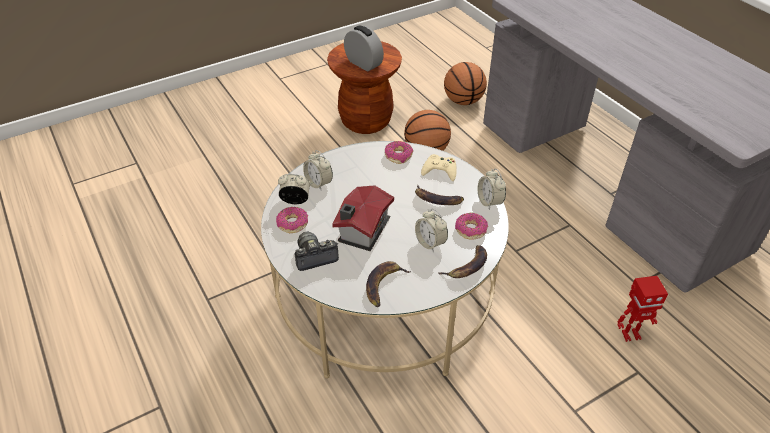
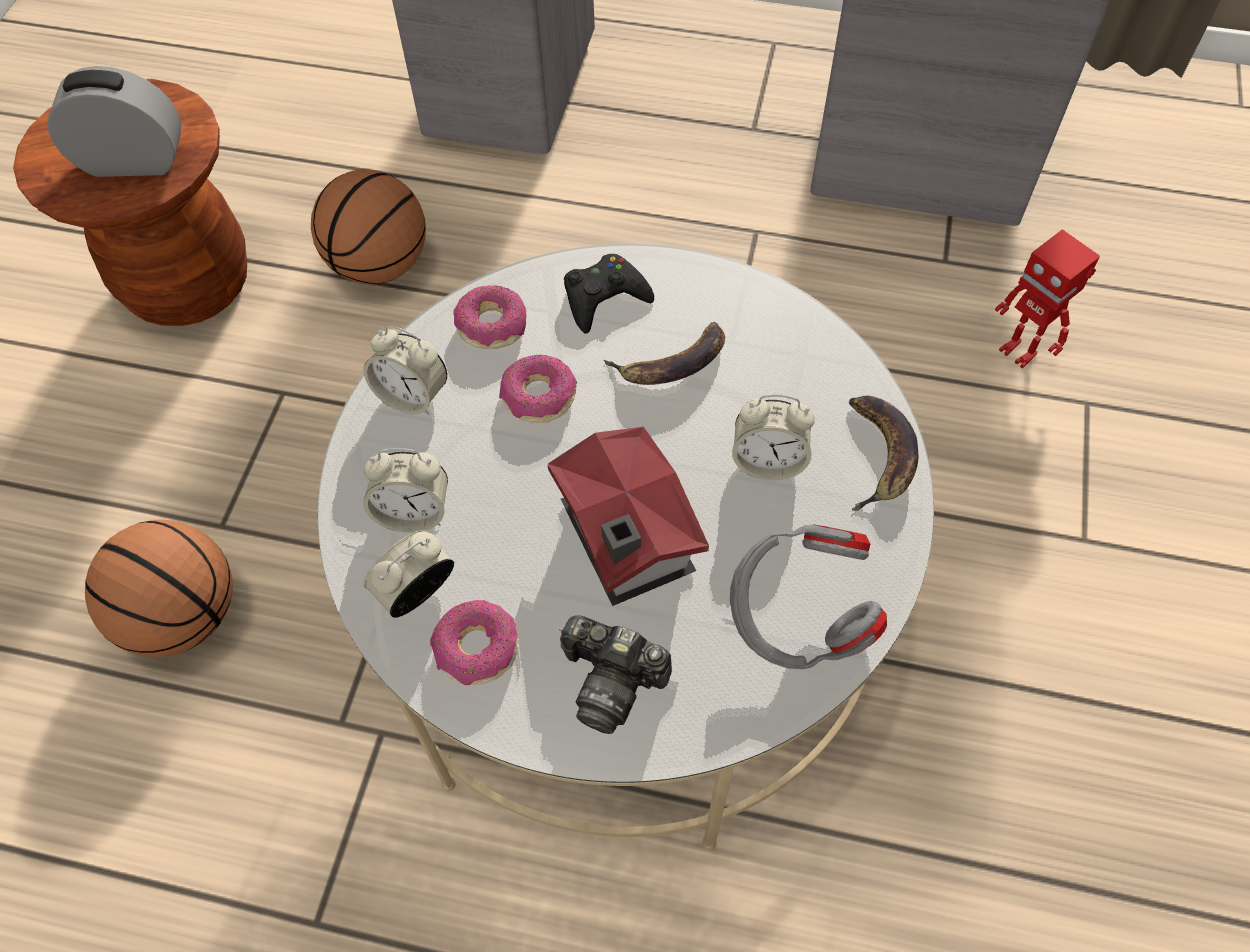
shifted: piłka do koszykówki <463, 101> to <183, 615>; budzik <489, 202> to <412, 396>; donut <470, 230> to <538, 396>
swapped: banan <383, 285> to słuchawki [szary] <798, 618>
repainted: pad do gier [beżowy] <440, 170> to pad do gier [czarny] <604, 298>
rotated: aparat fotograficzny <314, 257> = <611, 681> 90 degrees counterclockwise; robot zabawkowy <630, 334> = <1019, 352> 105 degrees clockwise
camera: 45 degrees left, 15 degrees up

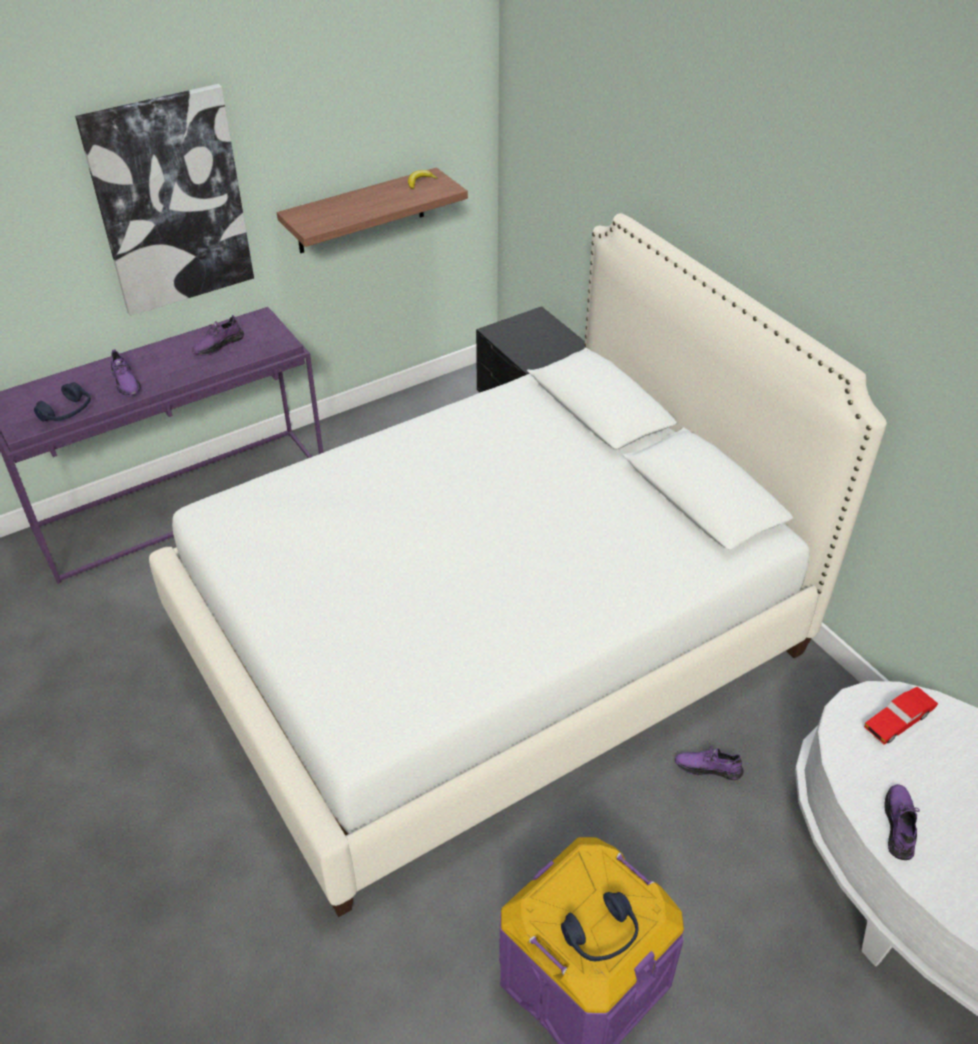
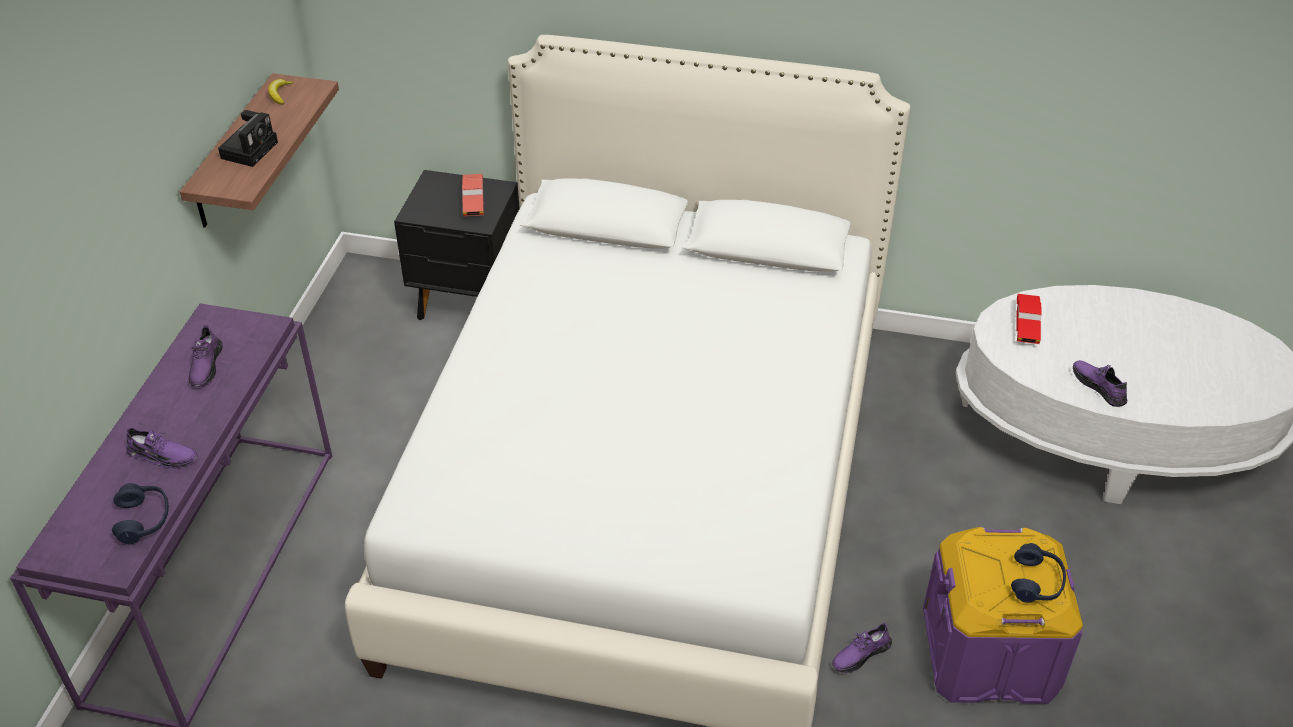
gone: obraz <170, 202>
new: aparat fotograficzny <250, 149>; samochodzik [czerwony] <473, 201>
shifted: but [fioletowy] <708, 767> to <860, 654>
camera: 45 degrees left, 0 degrees up

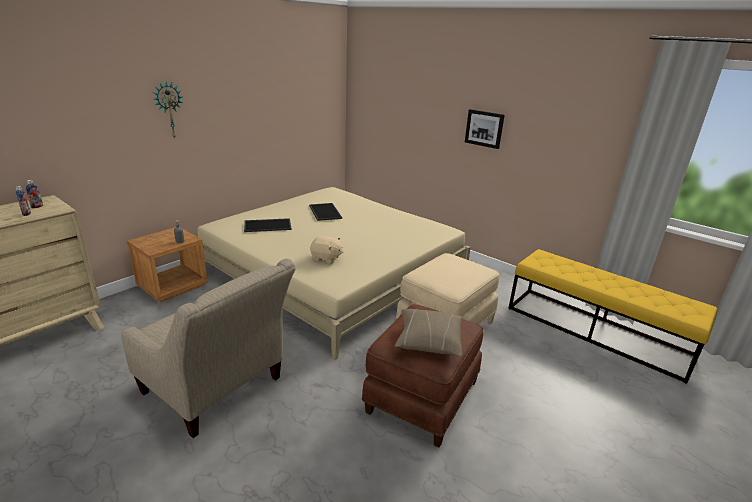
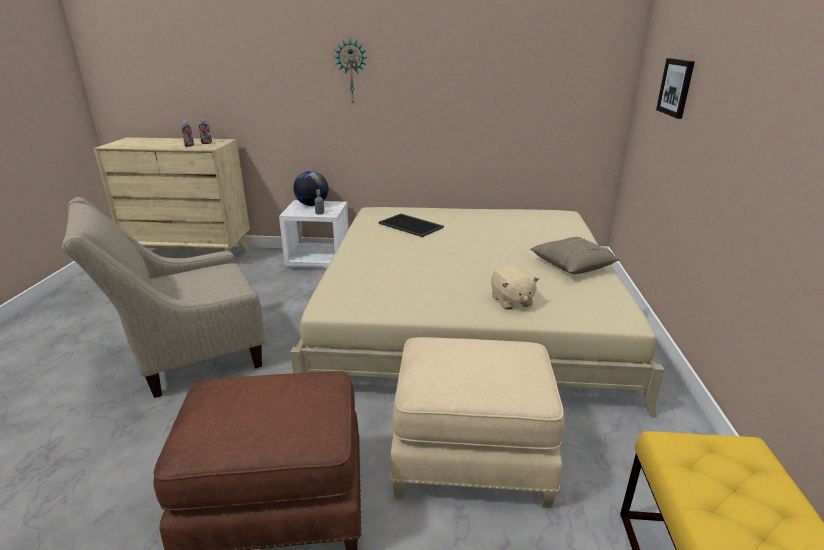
gone: taca <324, 212>
new: globus <312, 205>
shifted: obraz <484, 128> to <676, 87>; pluszak [beżowy] <326, 258> to <511, 301>; poduszka [beżowy] <428, 341> to <572, 265>
repainted: szafka nocna [brązowy] <173, 286> to szafka nocna [biały] <319, 260>
rotated: fotel [beżowy] <218, 390> = <188, 355> 60 degrees clockwise
camera: 55 degrees right, 0 degrees up

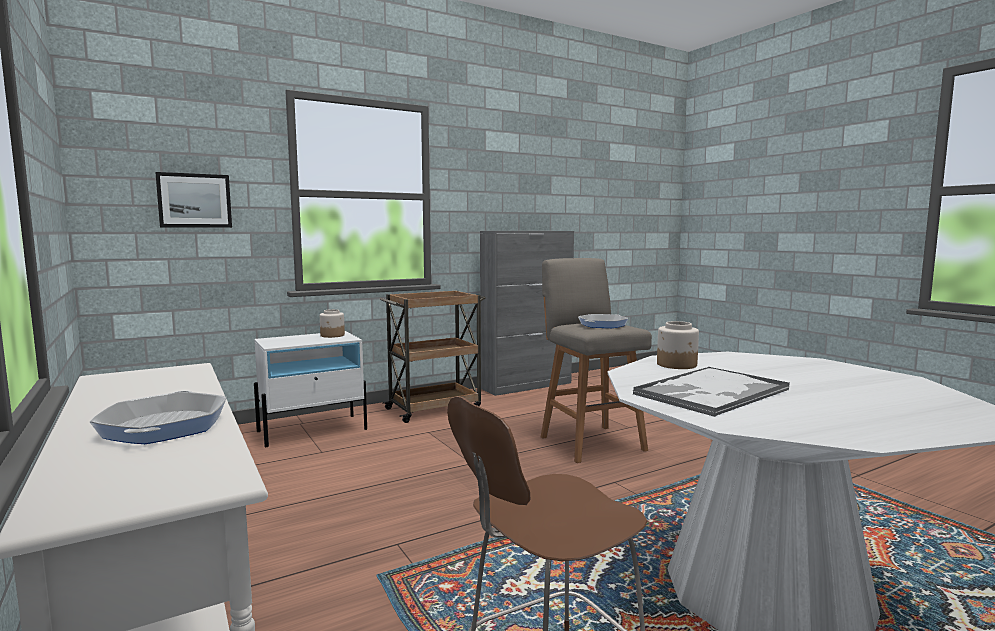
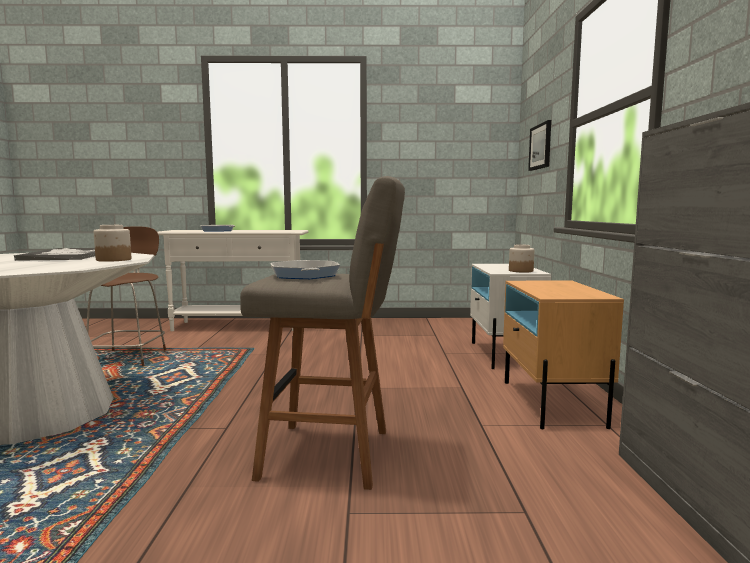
swapped: wózek [brązowy] <435, 409> to szafka nocna [beżowy] <551, 403>
camera: 120 degrees right, 0 degrees up

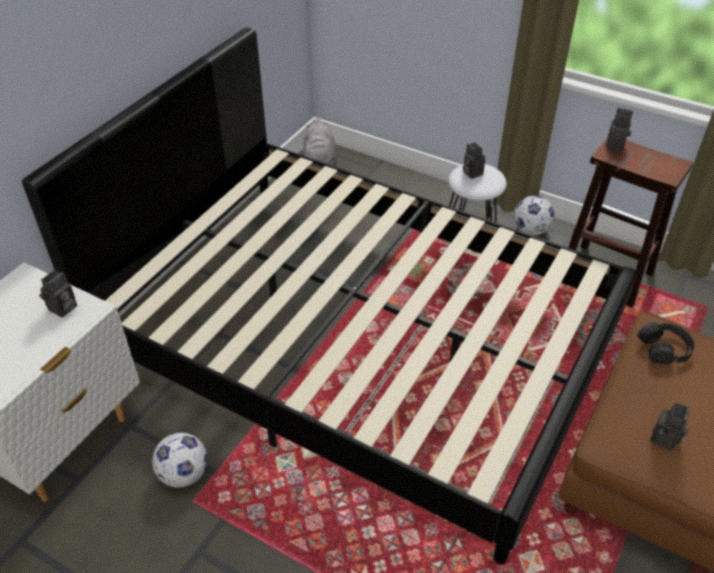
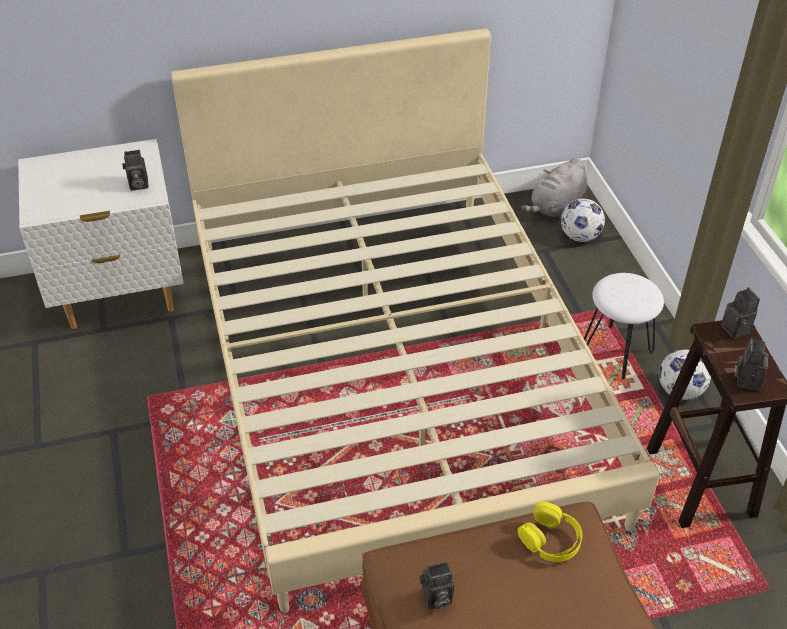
shifted: aparat fotograficzny <471, 172> to <746, 379>; piłka futbolowa <183, 474> to <579, 236>
repainted: łóżko [czarny] <356, 339> to łóżko [beżowy] <394, 372>; słuchawki [czarny] <664, 348> to słuchawki [żółty] <550, 539>
camera: 45 degrees right, 0 degrees up

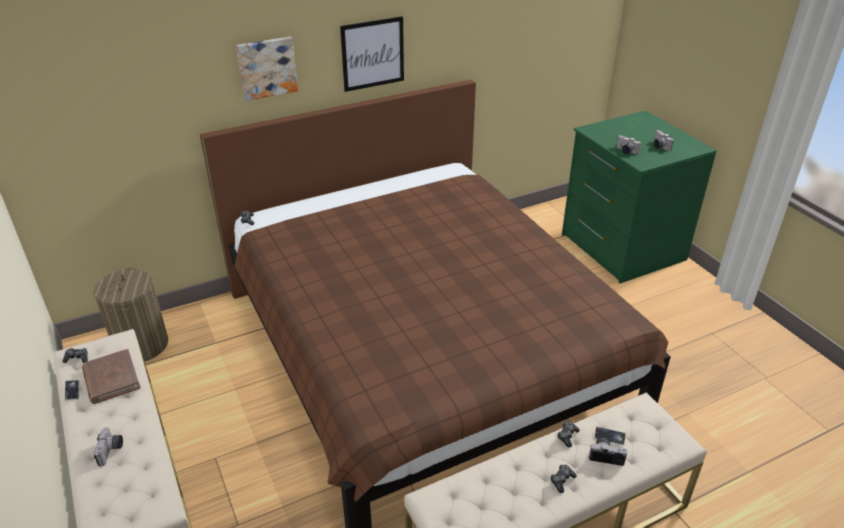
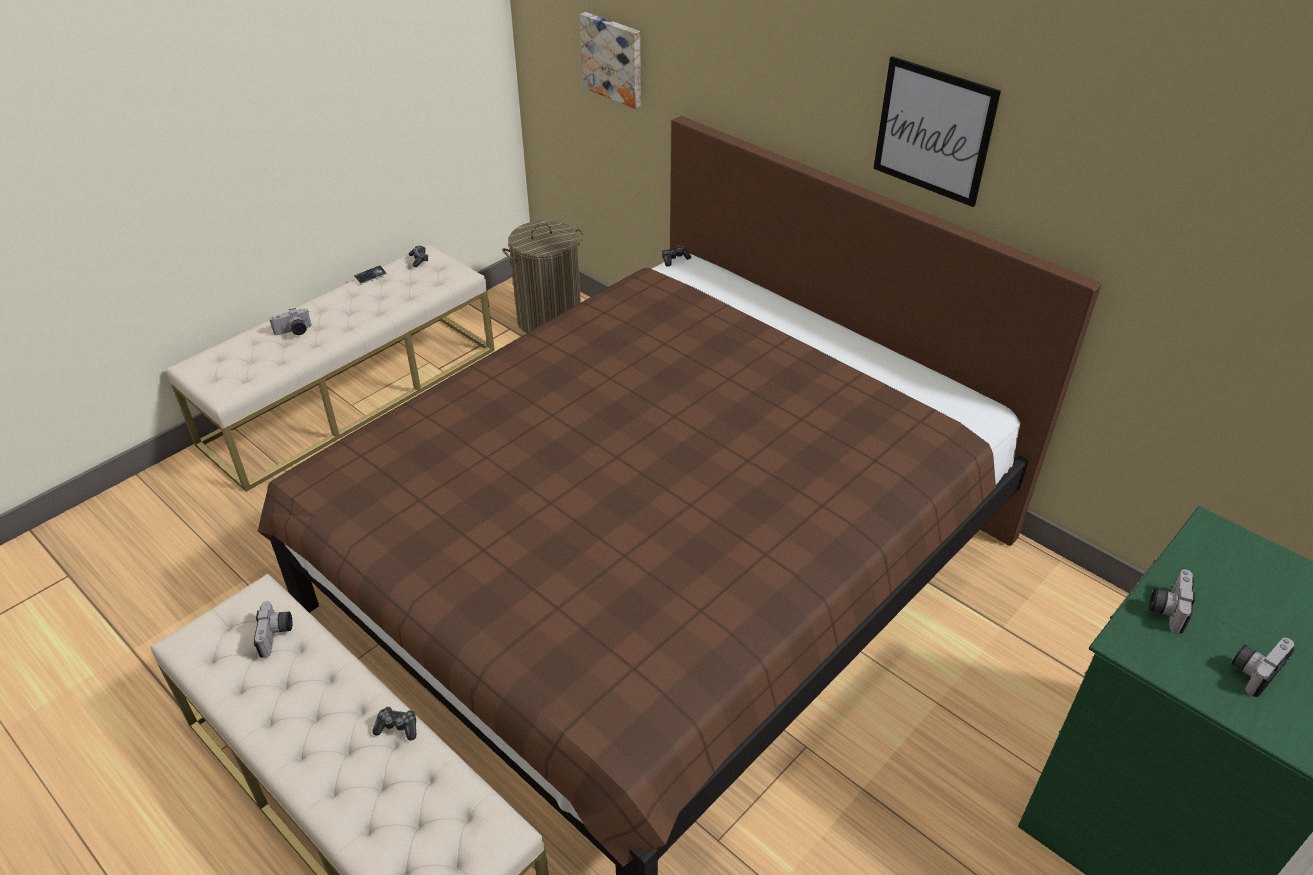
gone: książka [brązowy] <111, 379>; telefon <609, 437>; pad do gier <562, 480>
shifted: obraz <267, 67> to <613, 59>; aparat fotograficzny <606, 455> to <277, 636>
camera: 70 degrees right, 5 degrees up

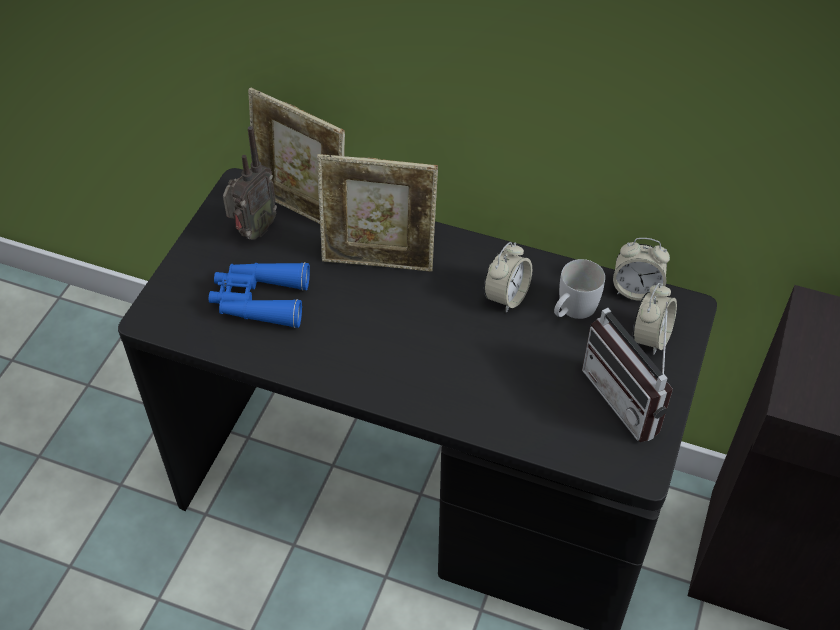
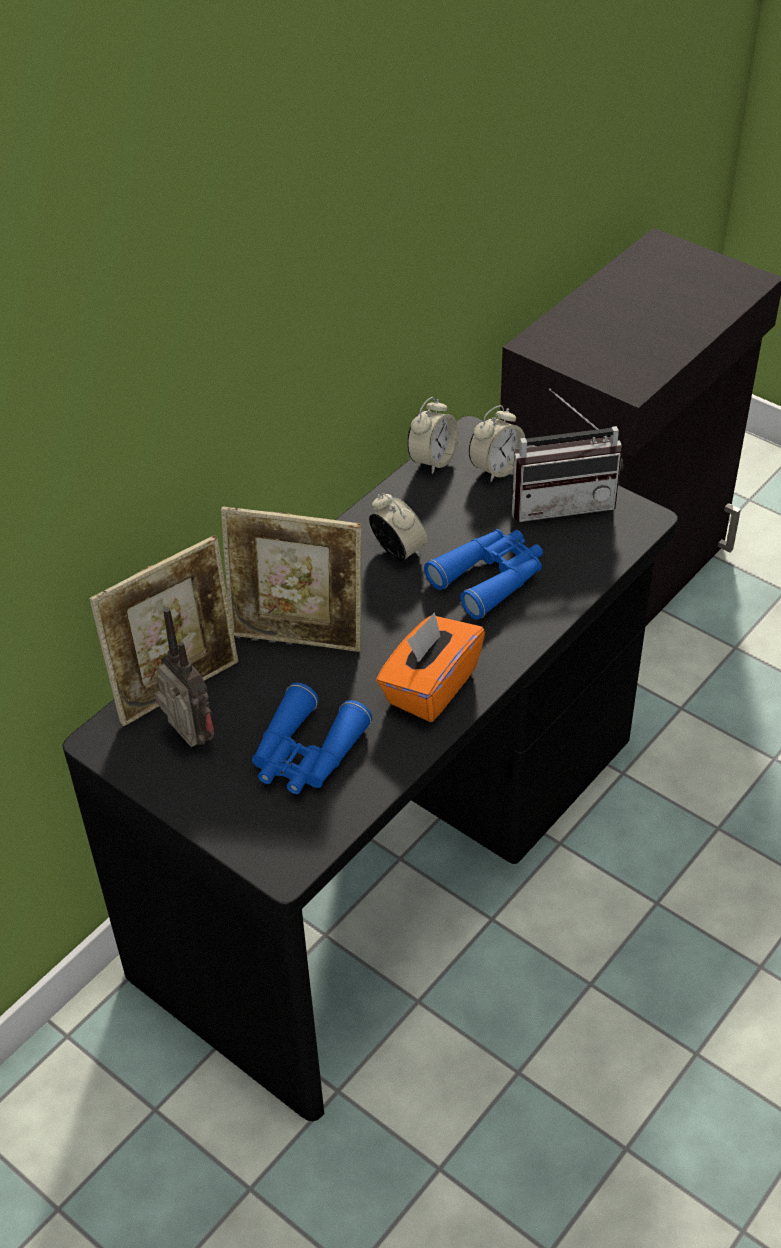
gone: kubek [biały] <572, 310>
new: lornetka [niebieski] <490, 578>; pudełko chusteczek [pomarańczowy] <430, 687>
rotated: ramka na zdjęcie <379, 261> = <298, 638> 75 degrees clockwise; budzik <650, 338> = <496, 469> 90 degrees clockwise
camera: 70 degrees left, 5 degrees down

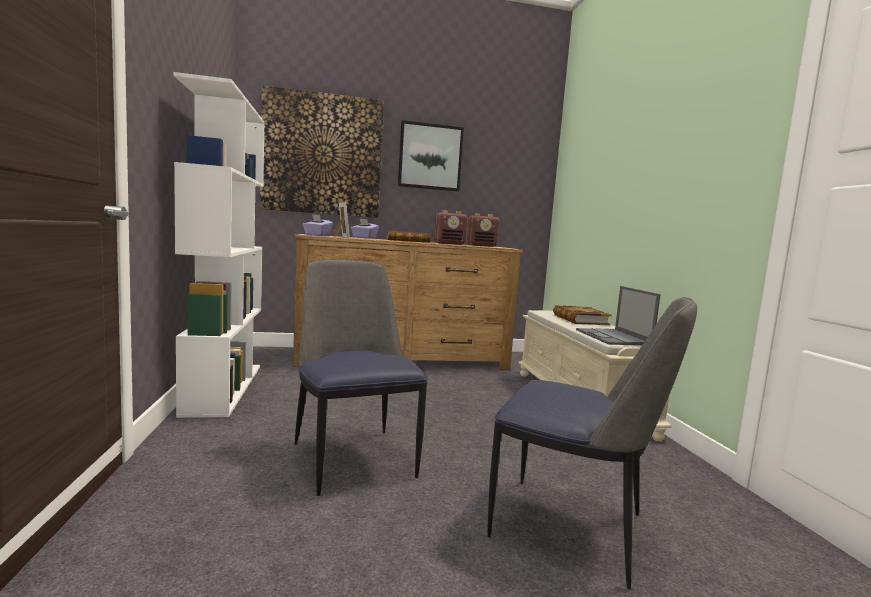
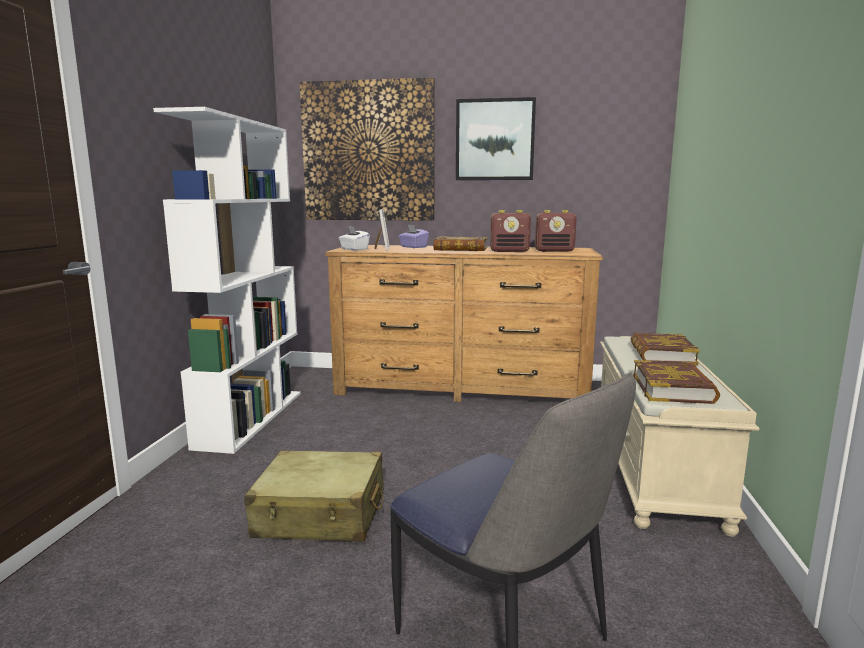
swapped: krzesło <353, 457> to walizka [beżowy] <321, 514>; laptop <613, 337> to książka <673, 389>
repainted: pudełko chusteczek [fioletowy] <317, 235> to pudełko chusteczek [biały] <354, 249>
camera: 20 degrees right, 5 degrees up

